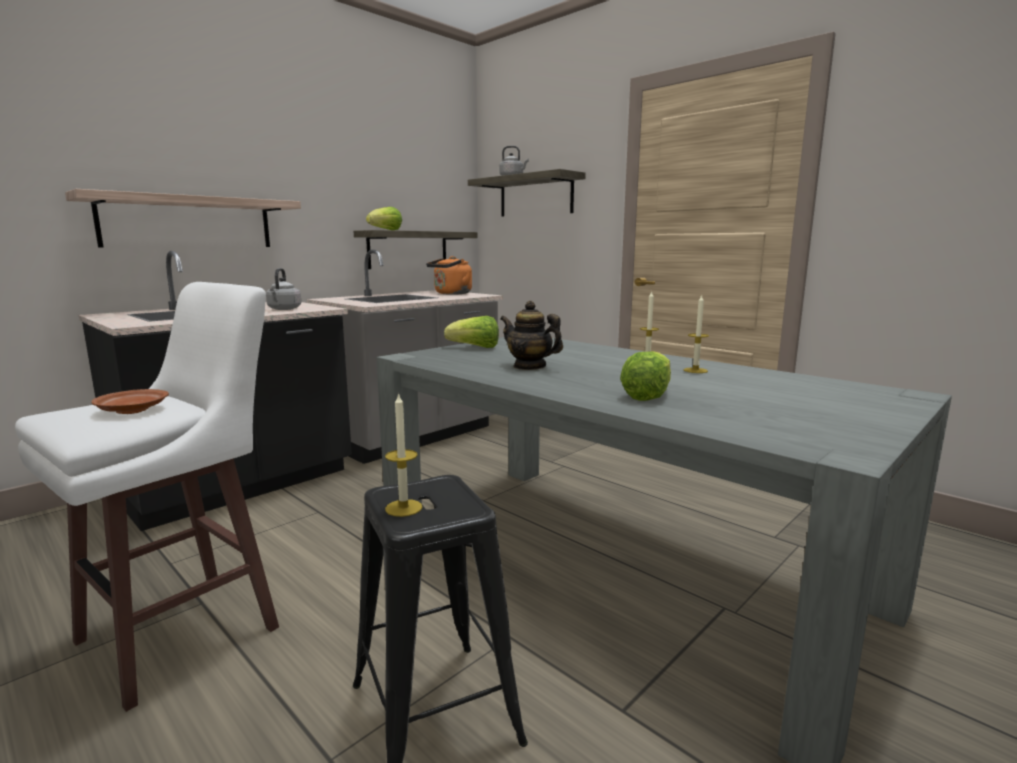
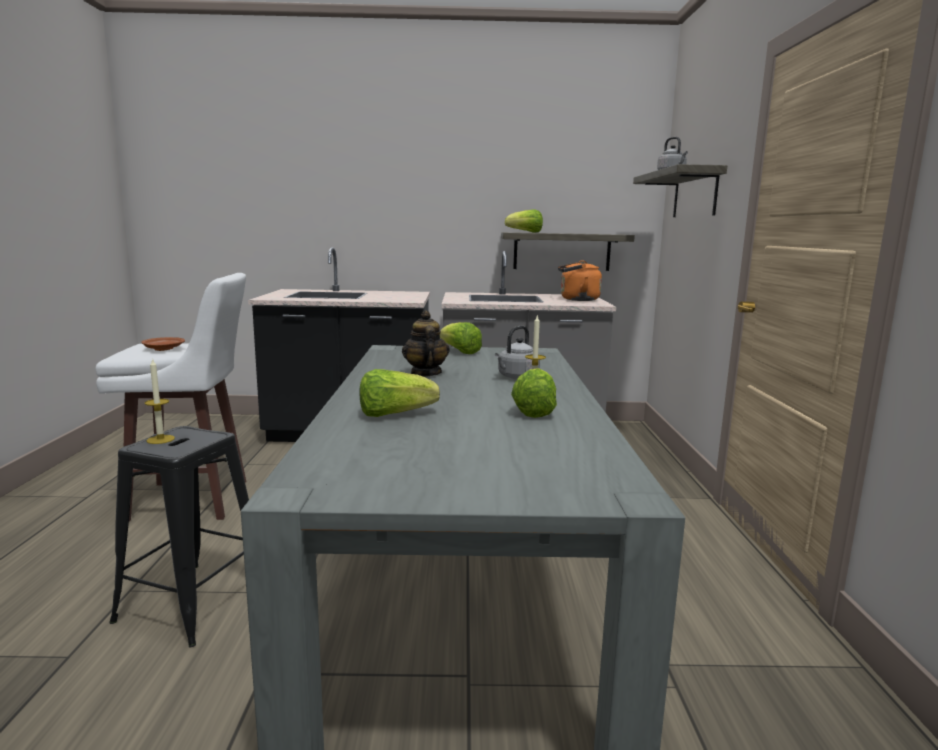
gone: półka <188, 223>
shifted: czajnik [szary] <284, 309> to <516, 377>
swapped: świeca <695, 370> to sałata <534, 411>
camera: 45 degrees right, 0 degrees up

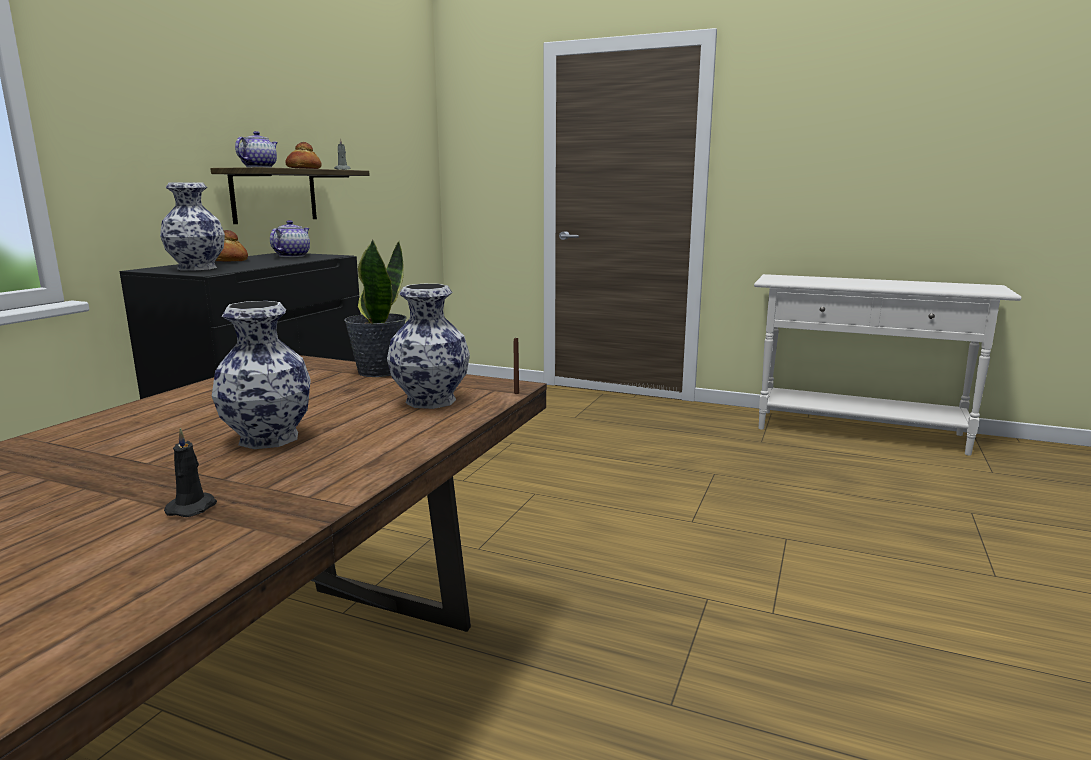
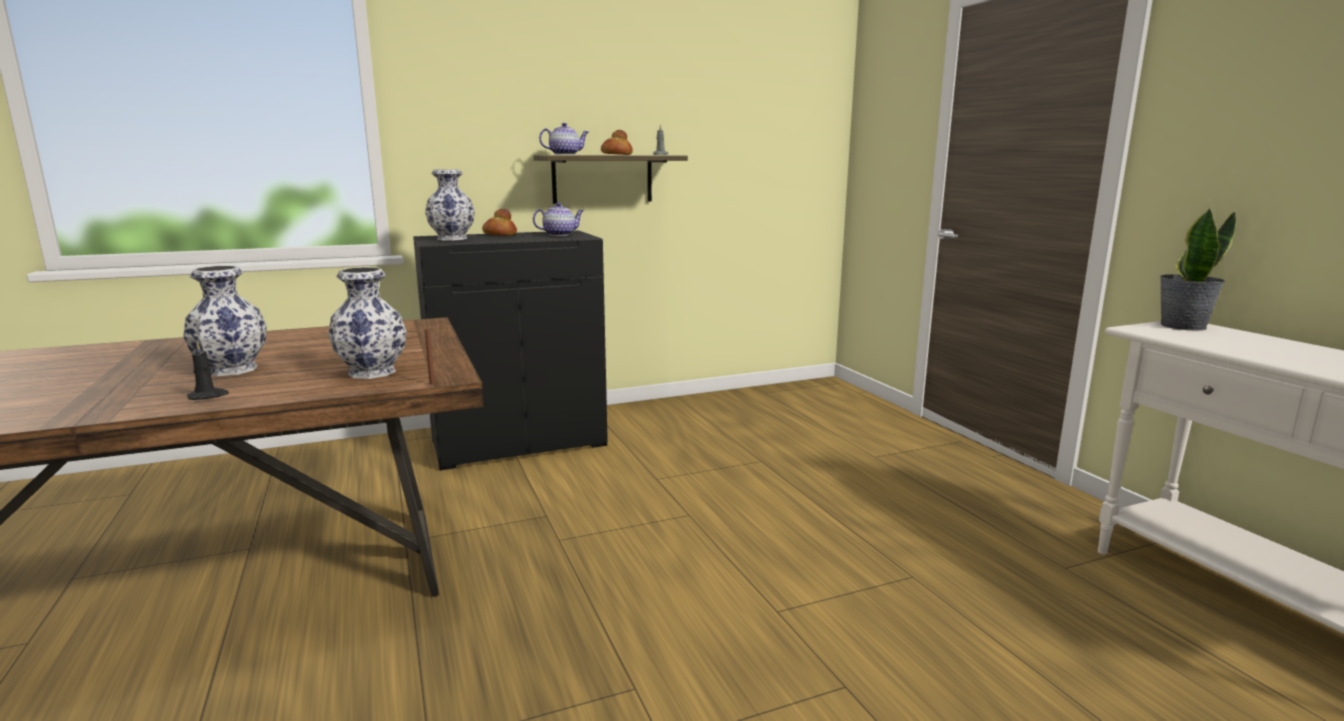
shifted: roślina doniczkowa <378, 371> to <1182, 326>; świeca [czarny] <193, 507> to <208, 396>
camera: 45 degrees right, 0 degrees up

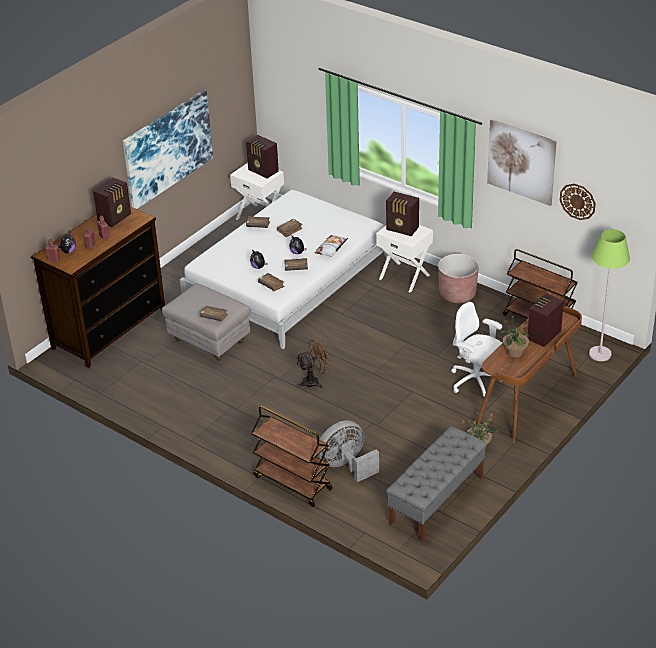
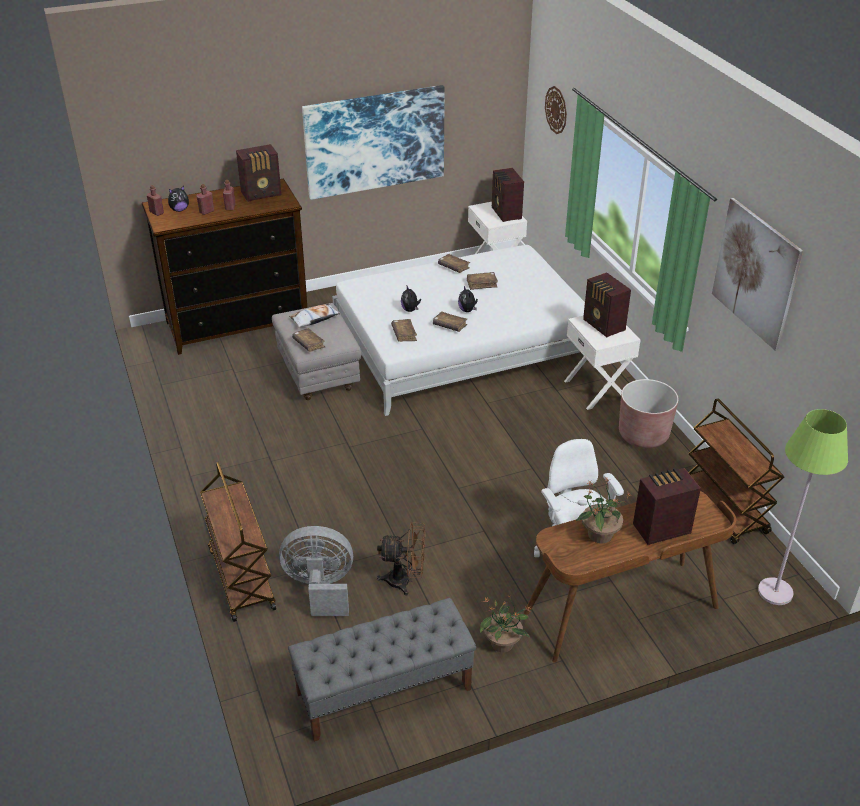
shifted: zegar ścienny <577, 201> to <556, 110>; poduszka <331, 248> to <314, 319>; wentylator [brązowy] <314, 381> to <405, 581>
camera: 30 degrees right, 0 degrees up

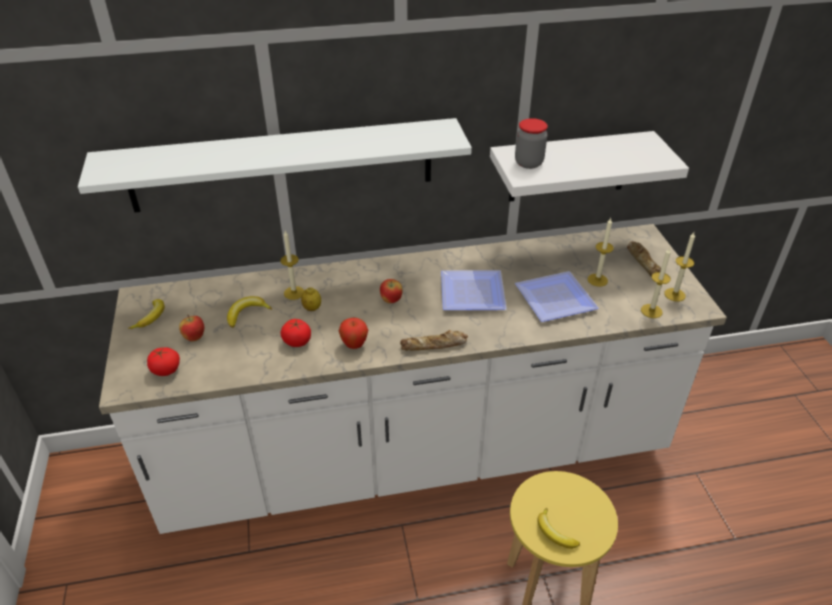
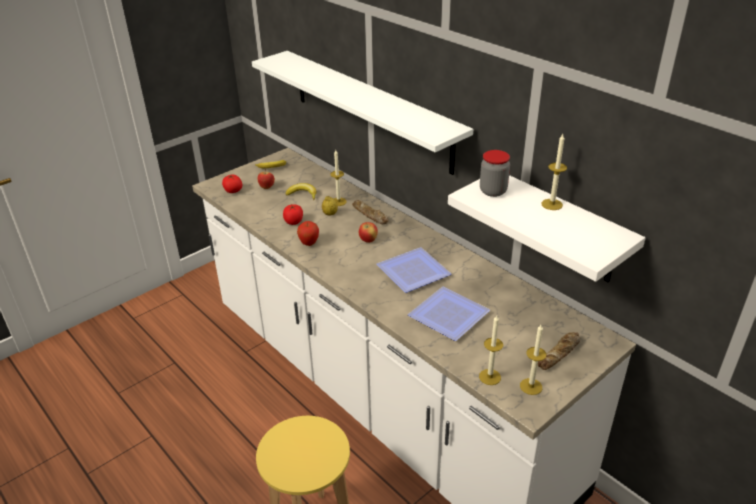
gone: banan <554, 533>
shifted: świeca <597, 280> to <552, 204>; chleb <434, 345> to <369, 215>
camera: 60 degrees right, 5 degrees down

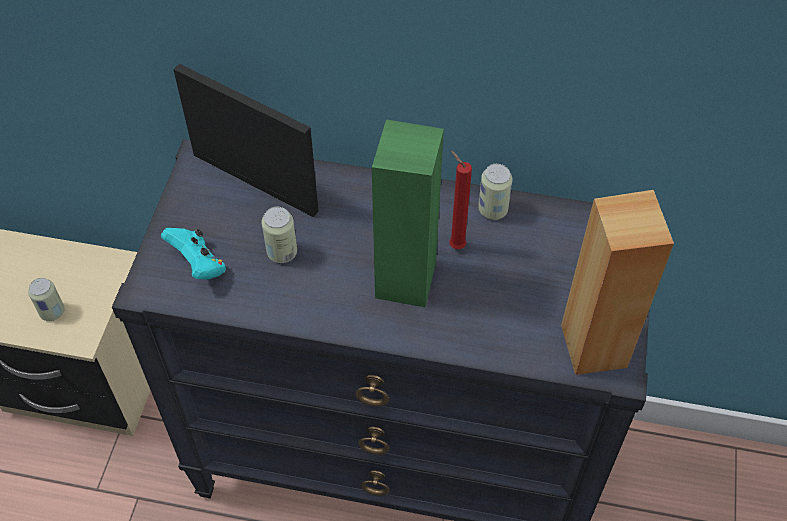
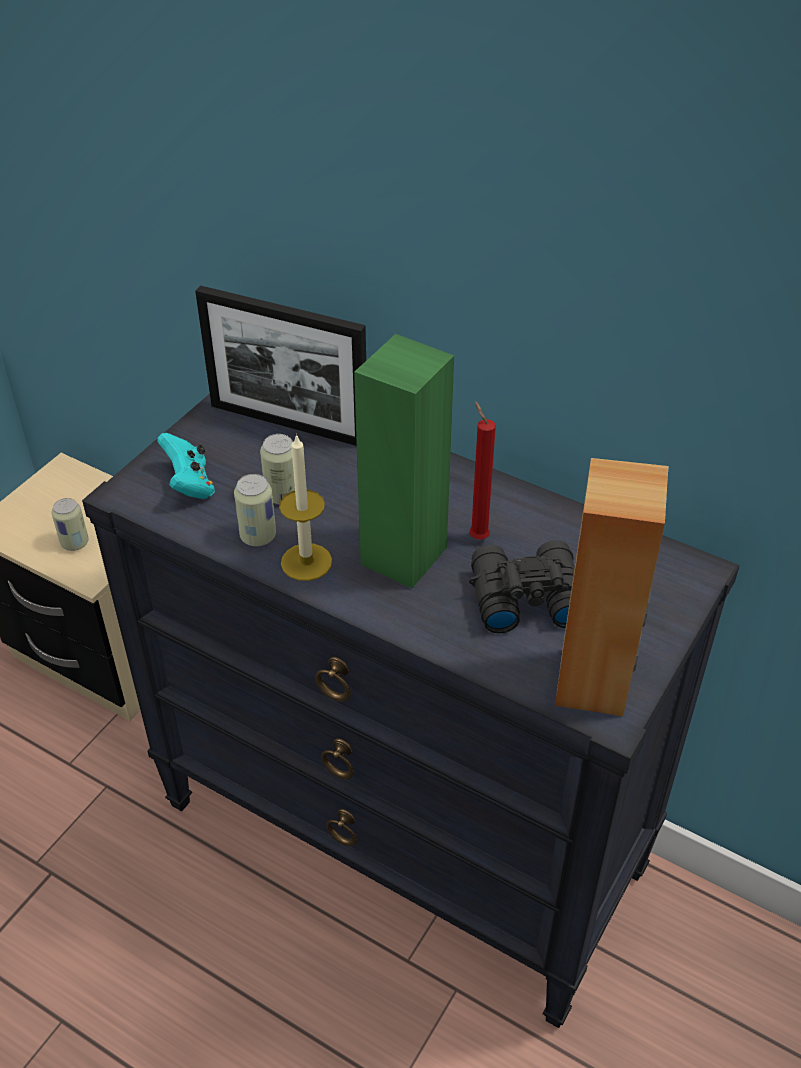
new: świeca <306, 562>; lornetka [czarny] <523, 596>
shifted: puszka <492, 210> to <258, 536>
rotated: ramka na zdjęcie <254, 182> = <288, 423> 150 degrees clockwise
camera: 20 degrees right, 10 degrees down

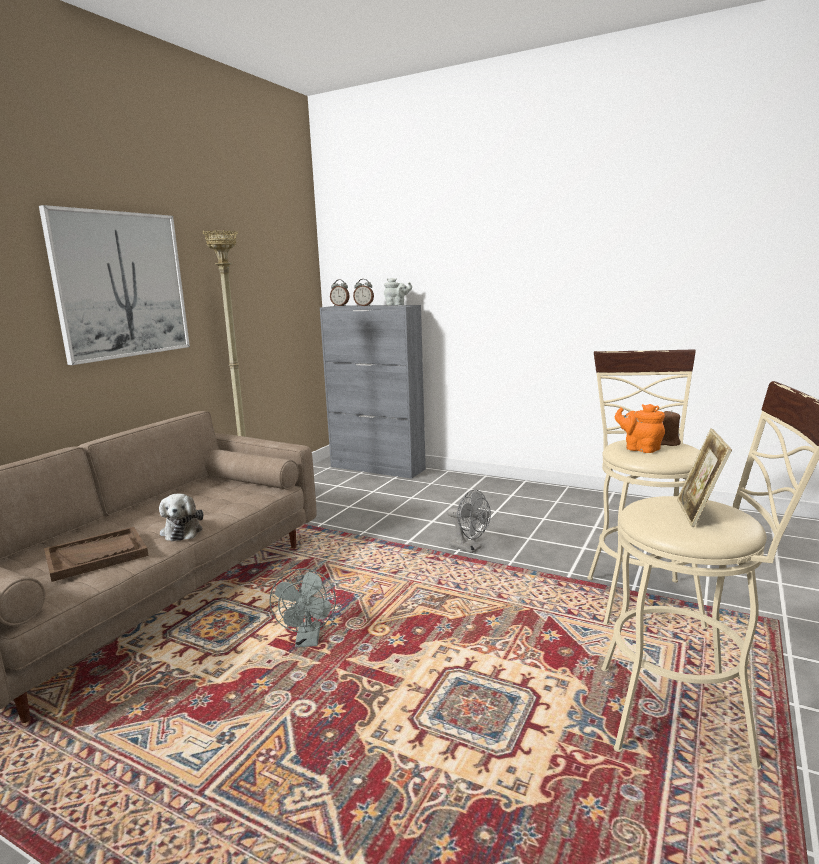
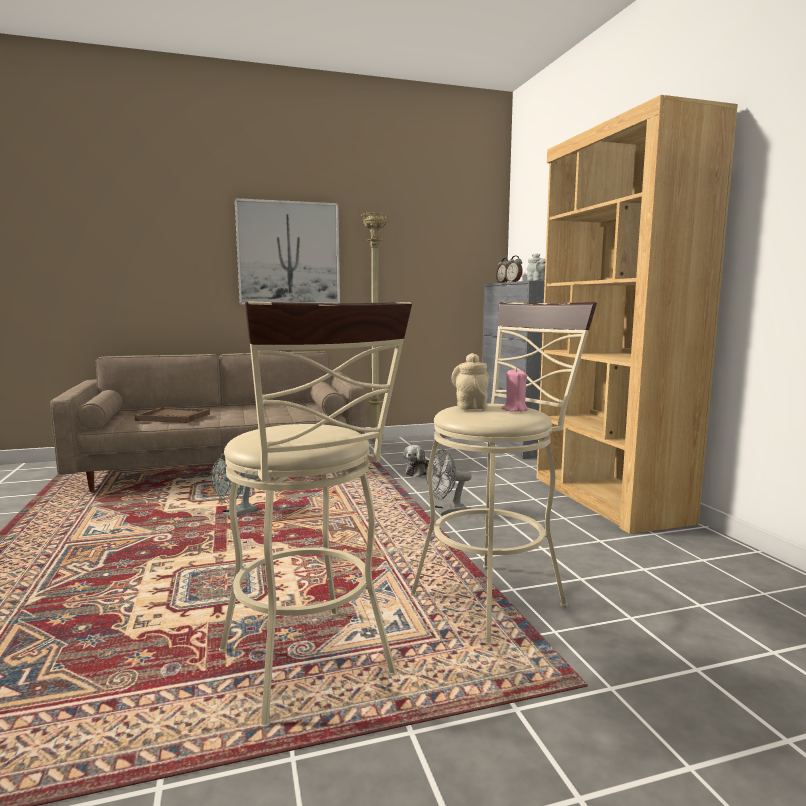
gone: ramka na zdjęcie <698, 514>
new: regał [brązowy] <607, 499>
shifted: pluszak <182, 531> to <418, 472>
repainted: imbryk [pomarańczowy] <640, 448> to imbryk [beżowy] <470, 406>; świeca [brązowy] <668, 443> to świeca [różowy] <514, 409>
rotated: wentylator [szary] <469, 548> = <446, 511> 75 degrees clockwise
camera: 45 degrees right, 5 degrees down

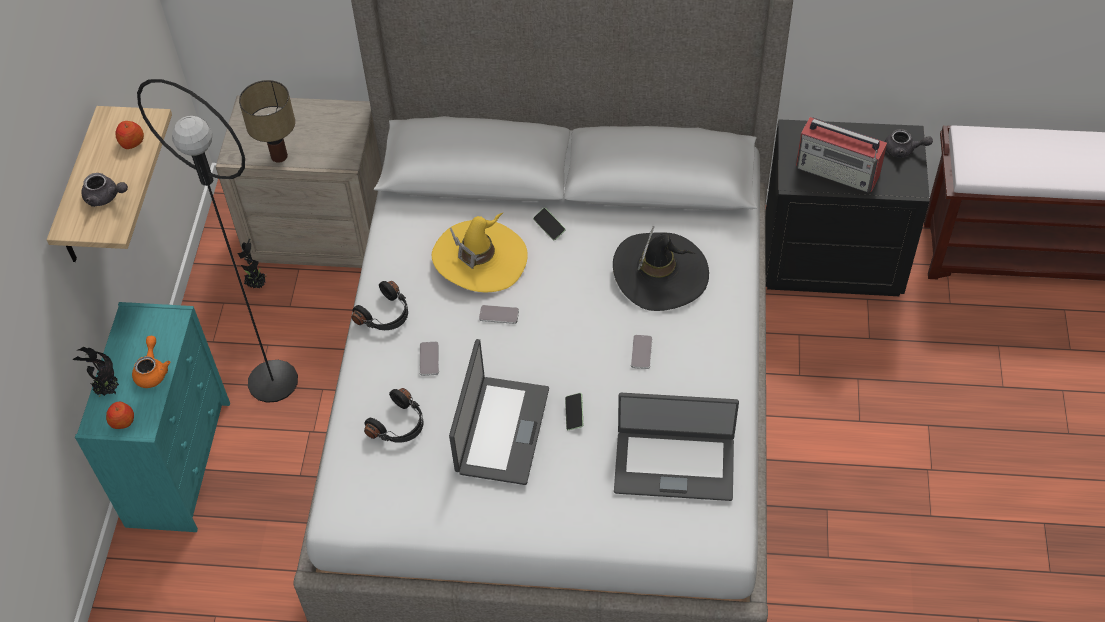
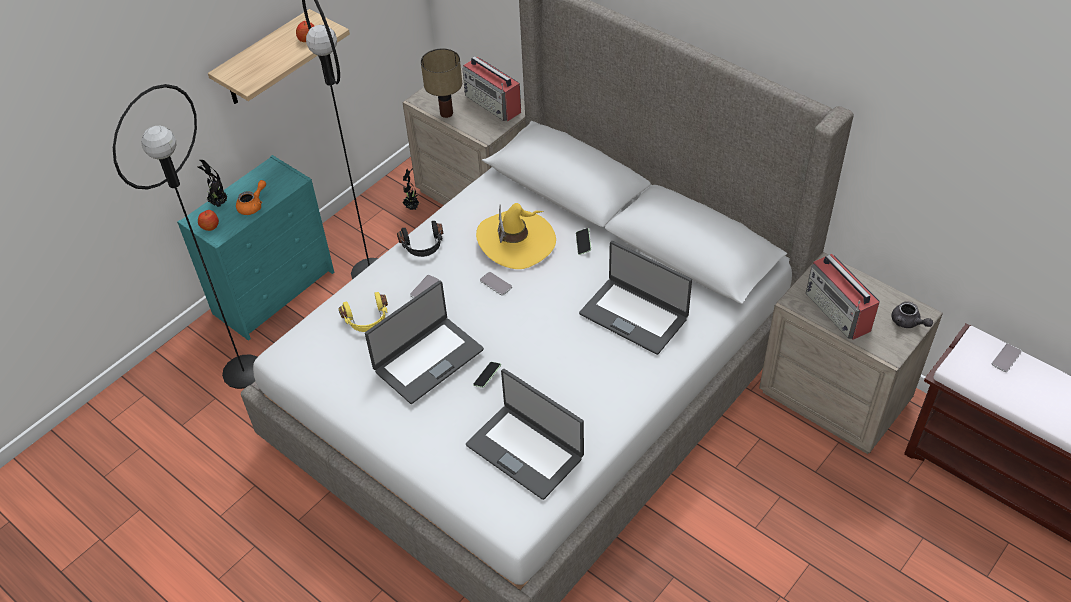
gone: imbryk [szary] <105, 197>
new: radio <493, 104>; lampa stojąca [czarny] <243, 372>
shifted: telefon <641, 352> to <1006, 358>
swapped: kapelusz [czarny] <660, 273> to laptop <634, 315>
repainted: szafka nocna [czarny] <832, 257> to szafka nocna [beżowy] <835, 396>; słuchawki [czarny] <399, 425> to słuchawki [żółty] <367, 320>
camera: 35 degrees right, 5 degrees down

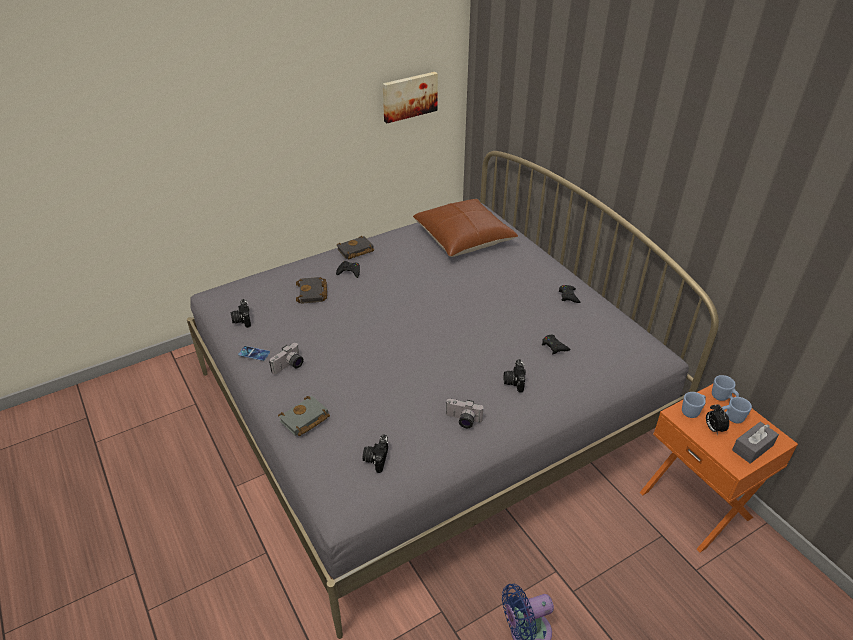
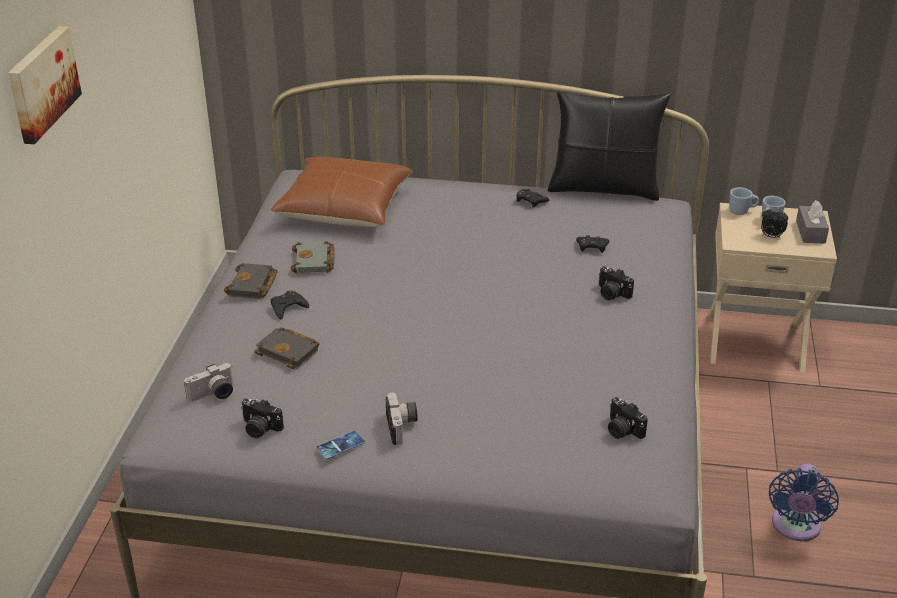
gone: kubek [niebieski] <692, 411>
new: poduszka [czarny] <603, 188>
shifted: obraz <409, 96> to <41, 83>; książka [szary] <304, 420> to <315, 262>; aparat fotograficzny <462, 420> to <213, 395>
repainted: szafka nocna [pomarańczowy] <696, 504> to szafka nocna [beżowy] <755, 340>
camera: 50 degrees left, 5 degrees down

